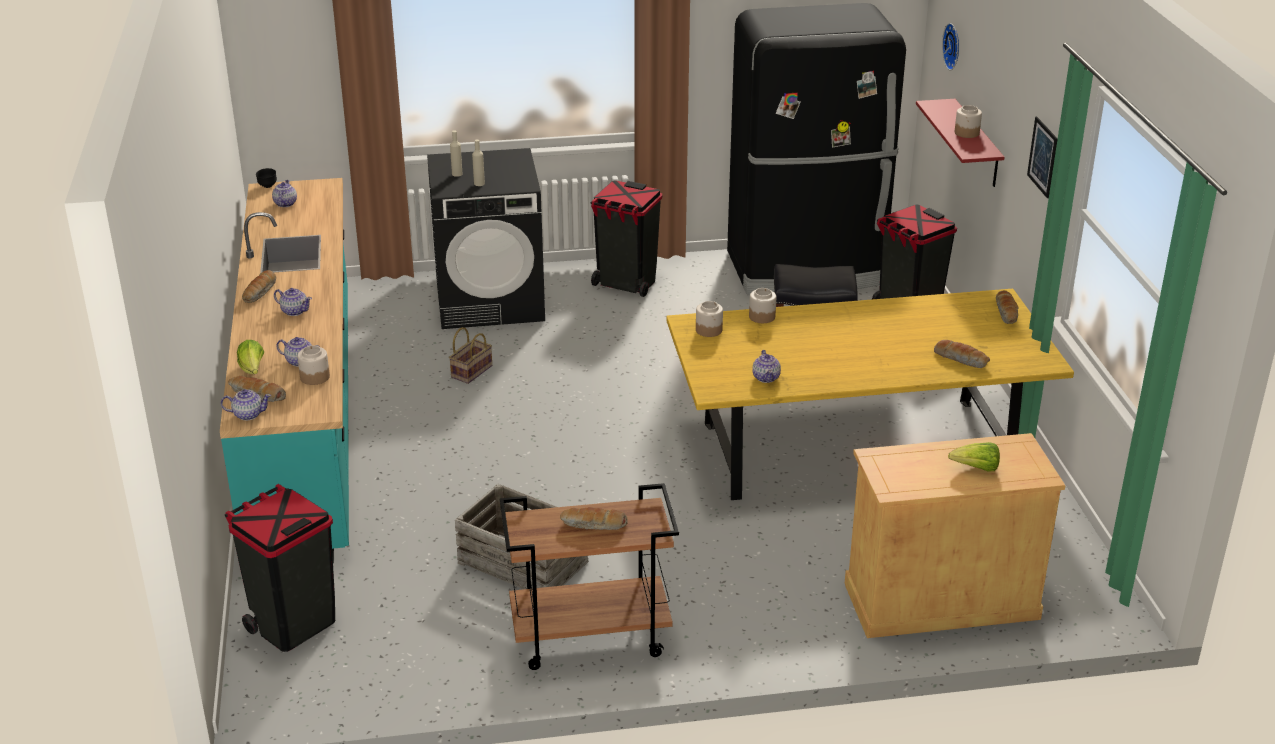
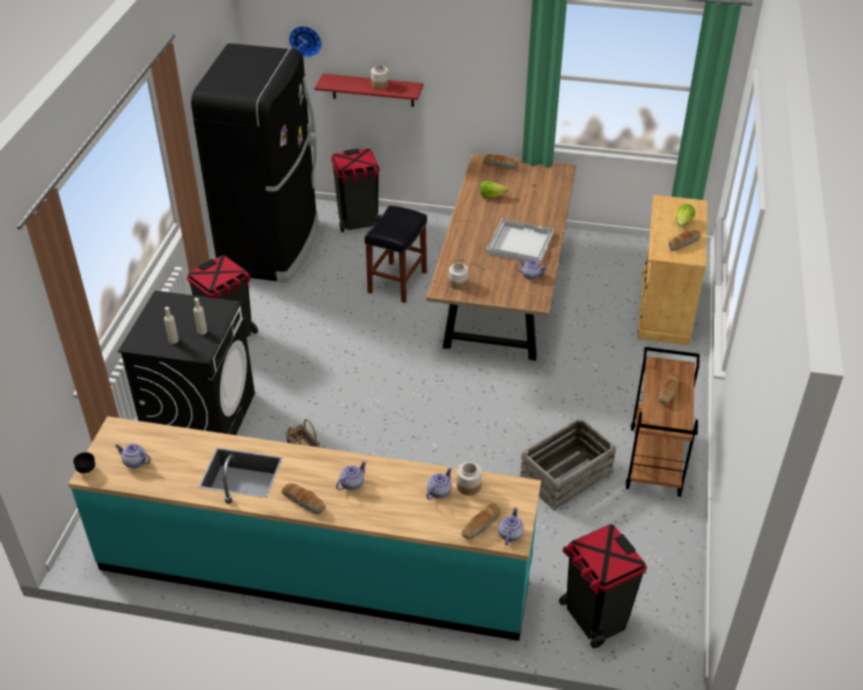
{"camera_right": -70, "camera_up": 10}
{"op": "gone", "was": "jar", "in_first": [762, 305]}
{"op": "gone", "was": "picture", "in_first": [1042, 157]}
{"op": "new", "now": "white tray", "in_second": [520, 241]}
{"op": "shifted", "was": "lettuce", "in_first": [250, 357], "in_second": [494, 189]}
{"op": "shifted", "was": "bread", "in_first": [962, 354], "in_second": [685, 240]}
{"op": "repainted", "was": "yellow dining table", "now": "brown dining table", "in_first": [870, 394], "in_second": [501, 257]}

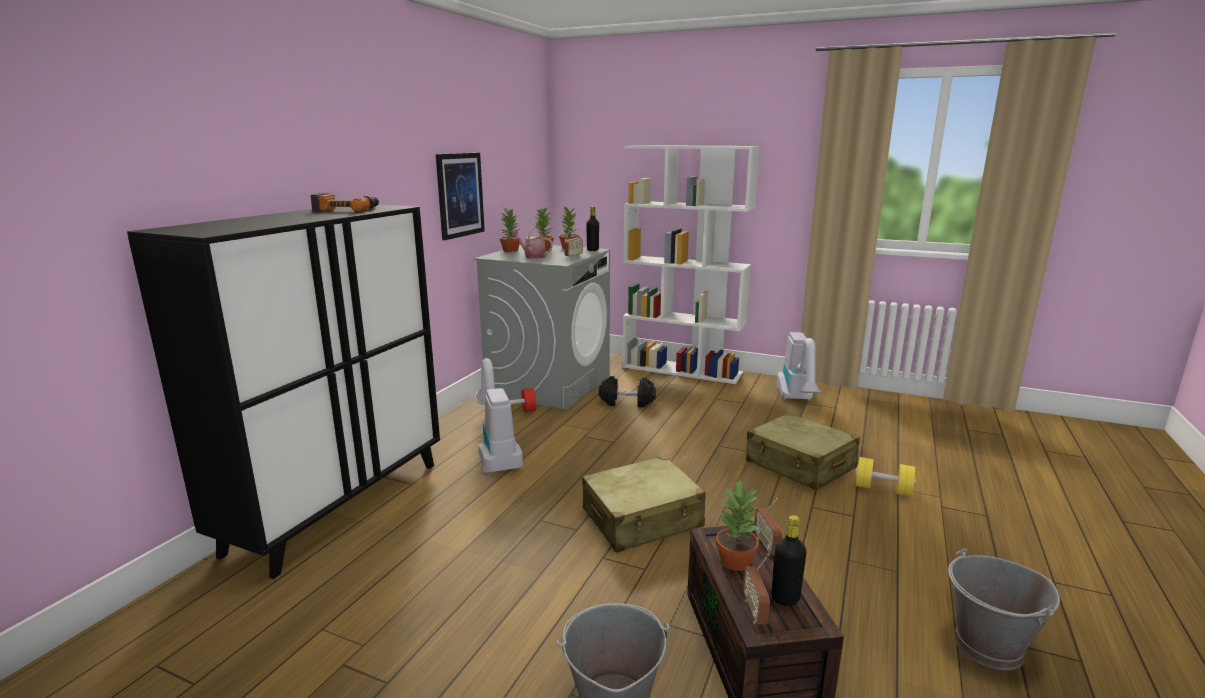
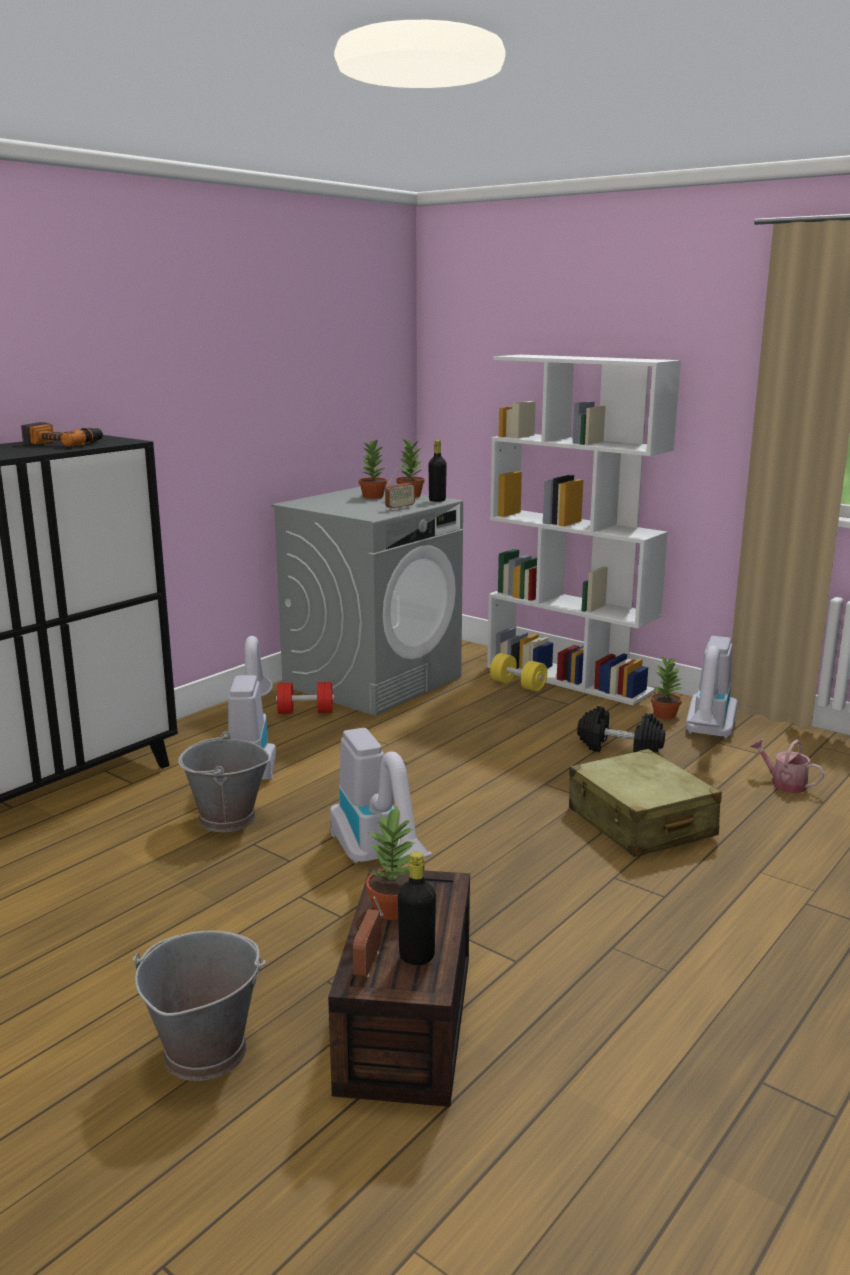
{"camera_right": 15, "camera_up": 0}
{"op": "gone", "was": "picture", "in_first": [460, 196]}
{"op": "gone", "was": "radio", "in_first": [768, 527]}
{"op": "shifted", "was": "potted plant", "in_first": [510, 229], "in_second": [666, 687]}
{"op": "shifted", "was": "watering can", "in_first": [532, 242], "in_second": [787, 766]}
{"op": "shifted", "was": "black dumbbell", "in_first": [627, 391], "in_second": [621, 729]}
{"op": "shifted", "was": "yellow dumbbell", "in_first": [885, 477], "in_second": [518, 672]}
{"op": "shifted", "was": "grey bucket", "in_first": [1004, 609], "in_second": [224, 781]}
{"op": "swapped", "was": "beige suitcase", "now": "vacuum cleaner", "in_first": [644, 504], "in_second": [381, 796]}

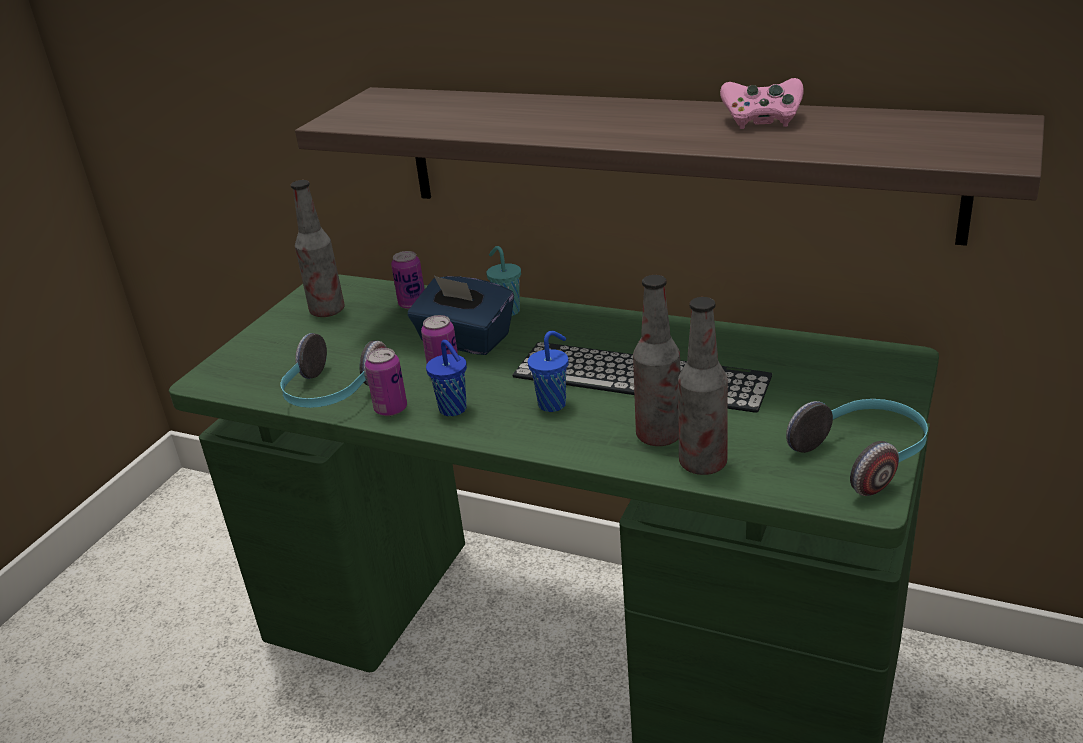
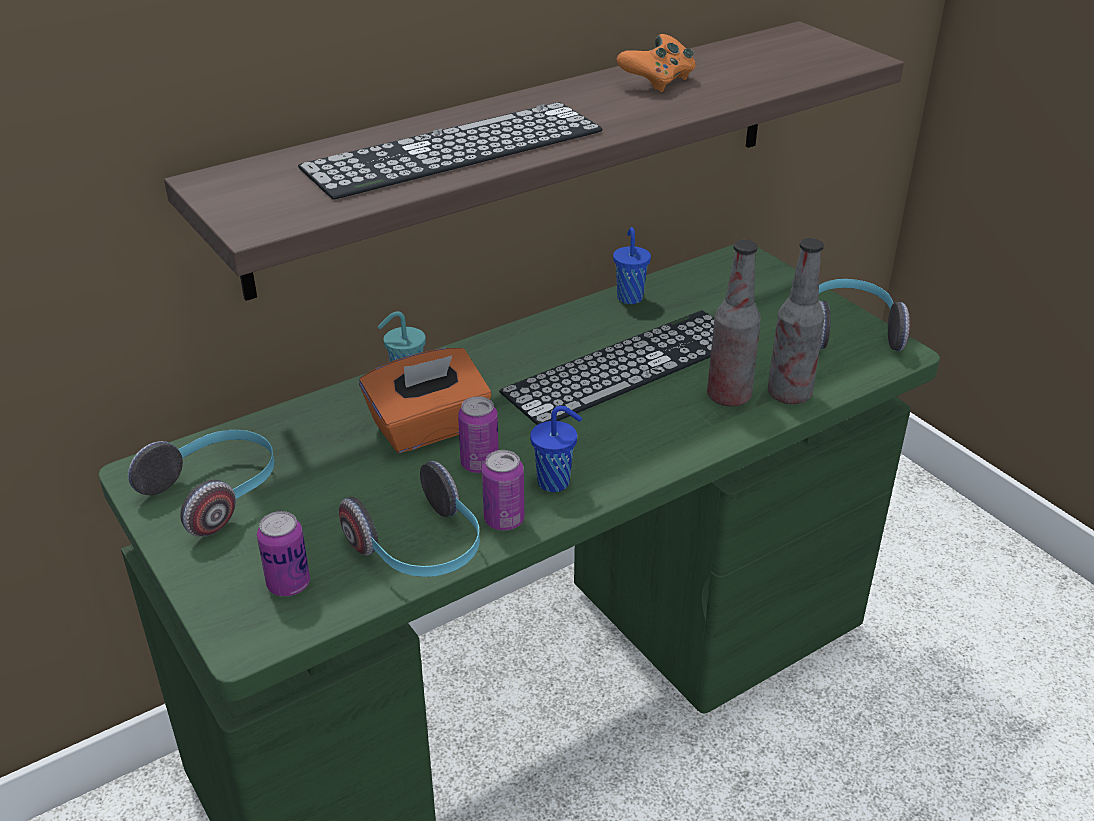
{"camera_right": -60, "camera_up": 5}
{"op": "new", "now": "keyboard", "in_second": [450, 151]}
{"op": "shifted", "was": "can", "in_first": [408, 280], "in_second": [283, 554]}
{"op": "shifted", "was": "blue cup", "in_first": [548, 371], "in_second": [632, 265]}
{"op": "swapped", "was": "bottle", "now": "headphones", "in_first": [318, 248], "in_second": [201, 483]}
{"op": "repainted", "was": "blue tissue box", "now": "orange tissue box", "in_first": [461, 315], "in_second": [425, 400]}
{"op": "repainted", "was": "pink game controller", "now": "orange game controller", "in_first": [761, 103], "in_second": [656, 63]}

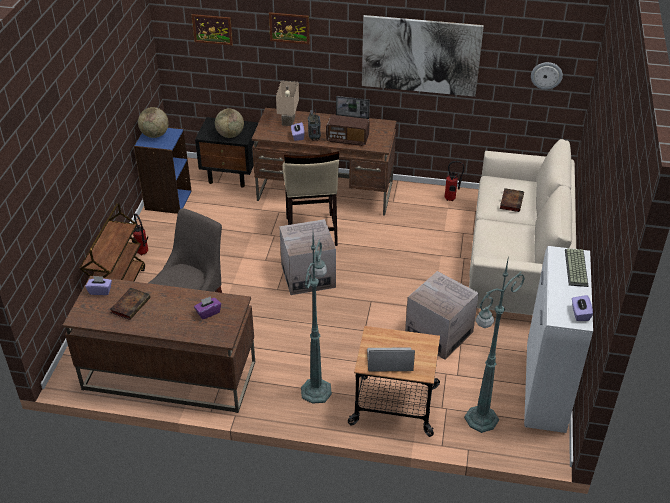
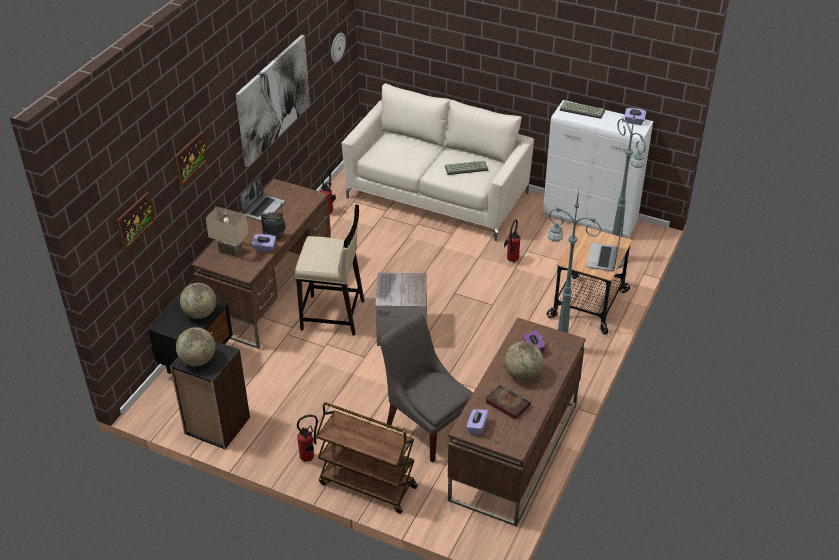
{"camera_right": -75, "camera_up": 0}
{"op": "gone", "was": "radio", "in_first": [347, 130]}
{"op": "gone", "was": "book", "in_first": [512, 200]}
{"op": "new", "now": "keyboard", "in_second": [466, 168]}
{"op": "new", "now": "globe", "in_second": [523, 361]}
{"op": "swapped", "was": "cardboard box", "now": "fire extinguisher", "in_first": [442, 315], "in_second": [512, 241]}
{"op": "repainted", "was": "blue bookcase", "now": "black bookcase", "in_first": [163, 170], "in_second": [210, 395]}

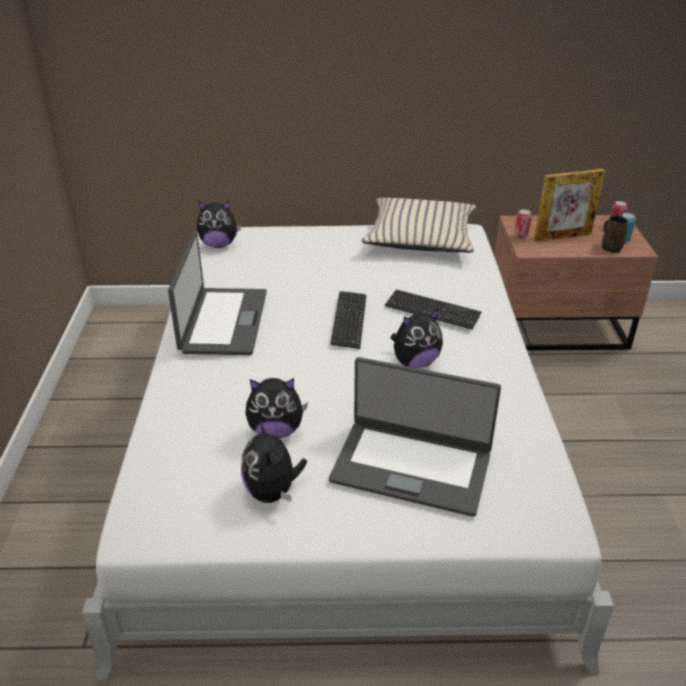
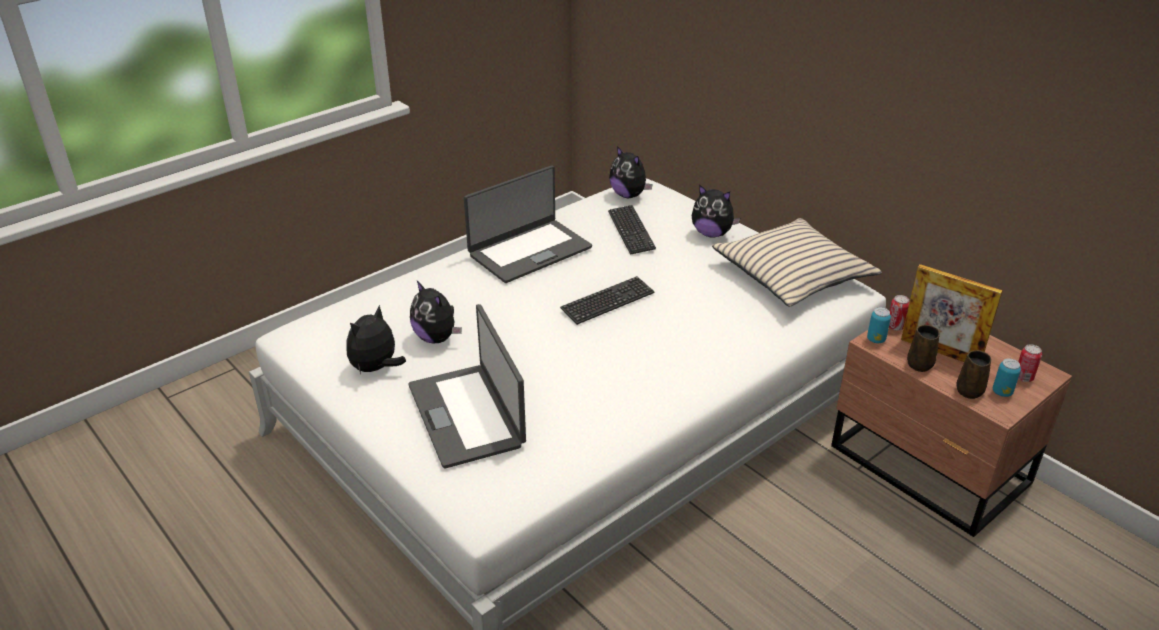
{"camera_right": 50, "camera_up": 0}
{"op": "new", "now": "can", "in_second": [879, 325]}
{"op": "new", "now": "brown mug", "in_second": [923, 348]}
{"op": "shifted", "was": "keyboard", "in_first": [433, 309], "in_second": [632, 230]}
{"op": "shifted", "was": "plush toy", "in_first": [416, 338], "in_second": [716, 211]}

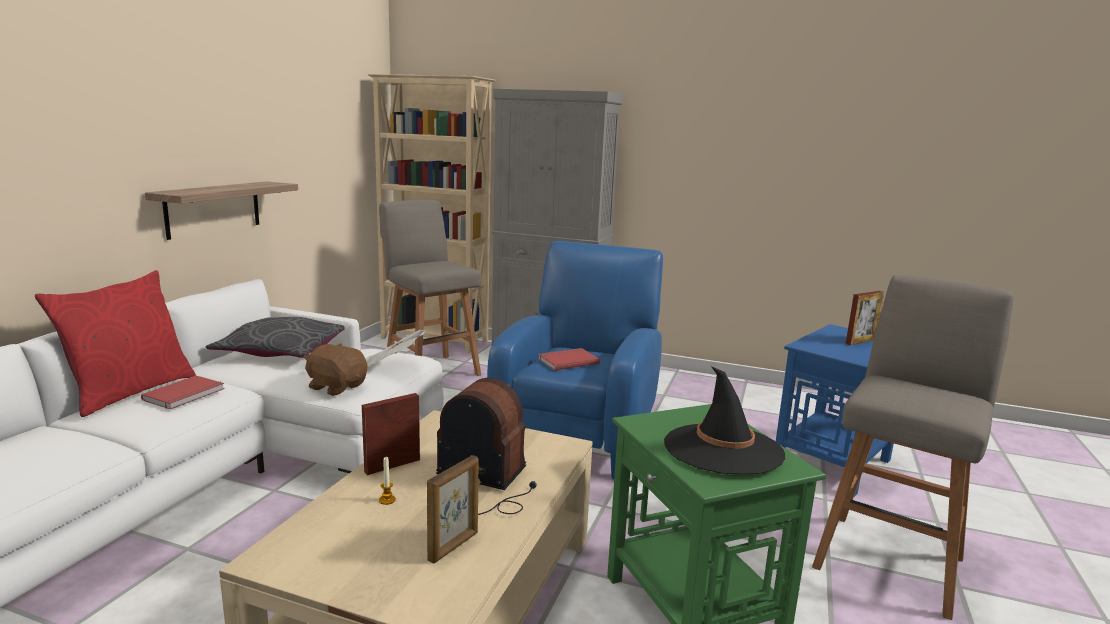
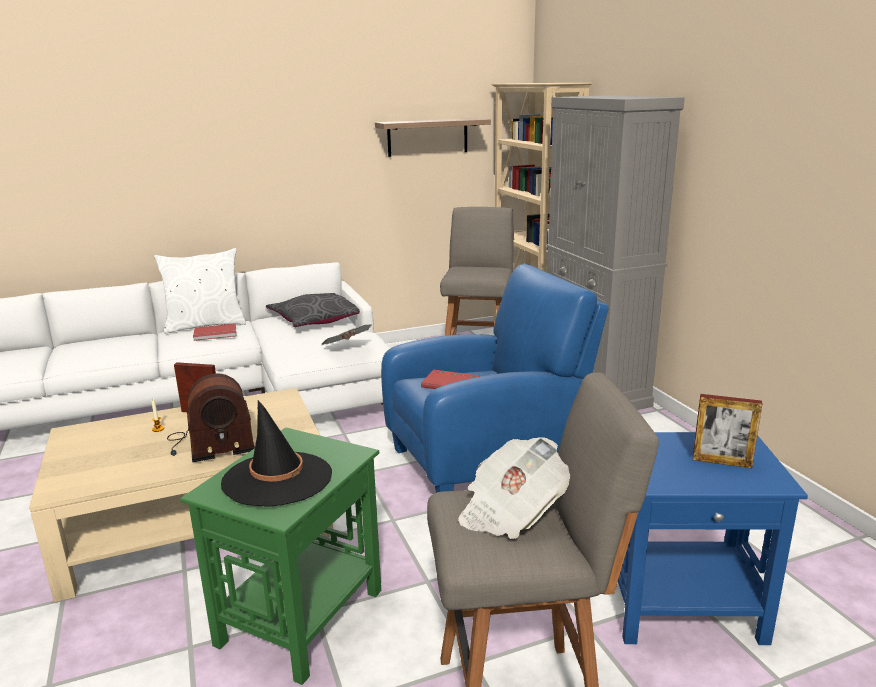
{"camera_right": 50, "camera_up": 5}
{"op": "gone", "was": "brown plush toy", "in_first": [335, 369]}
{"op": "gone", "was": "picture frame", "in_first": [452, 509]}
{"op": "new", "now": "newspaper", "in_second": [514, 488]}
{"op": "shifted", "was": "shelf", "in_first": [221, 210], "in_second": [433, 137]}
{"op": "repainted", "was": "red pillow", "now": "white pillow", "in_first": [115, 343], "in_second": [200, 291]}
{"op": "rotated", "was": "radio", "in_first": [486, 446], "in_second": [211, 417], "clockwise": 90}

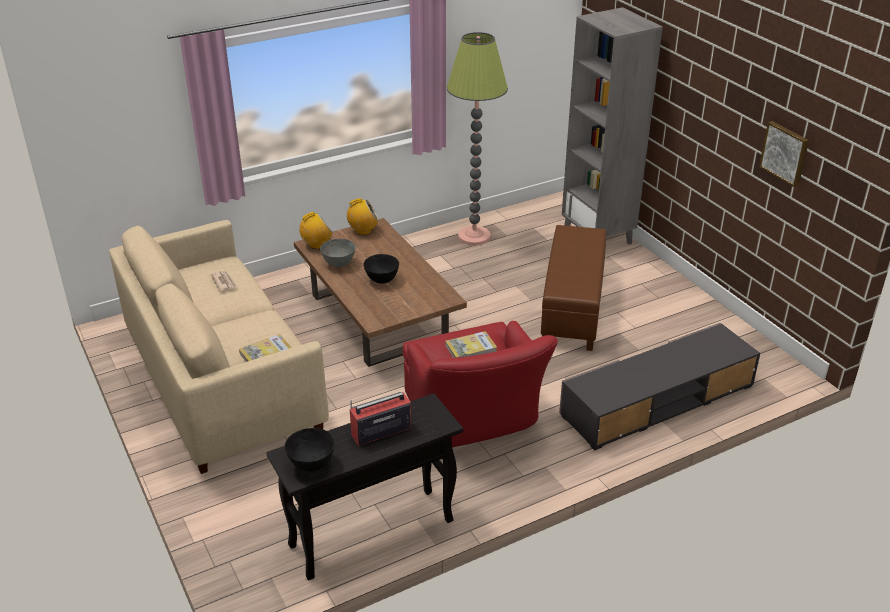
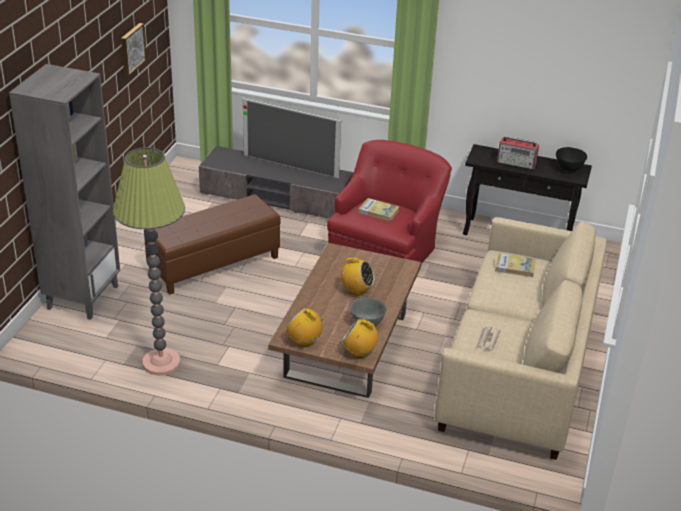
{"camera_right": -135, "camera_up": 0}
{"op": "new", "now": "television", "in_second": [292, 138]}
{"op": "swapped", "was": "black bowl", "now": "radio", "in_first": [381, 269], "in_second": [356, 276]}

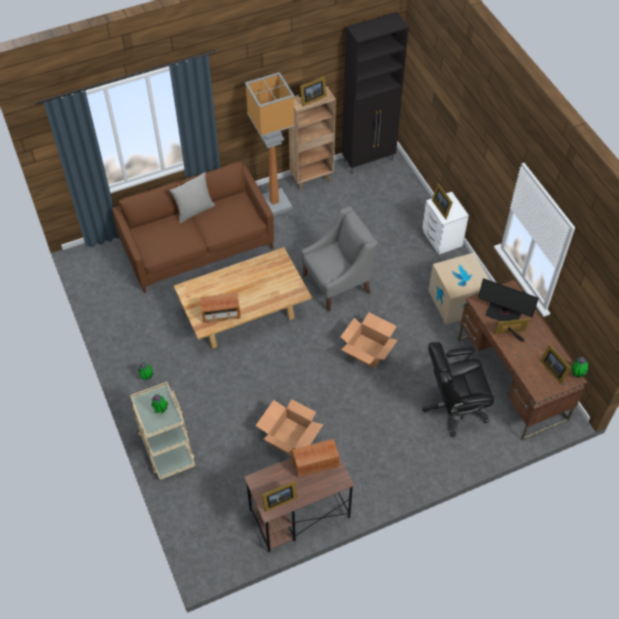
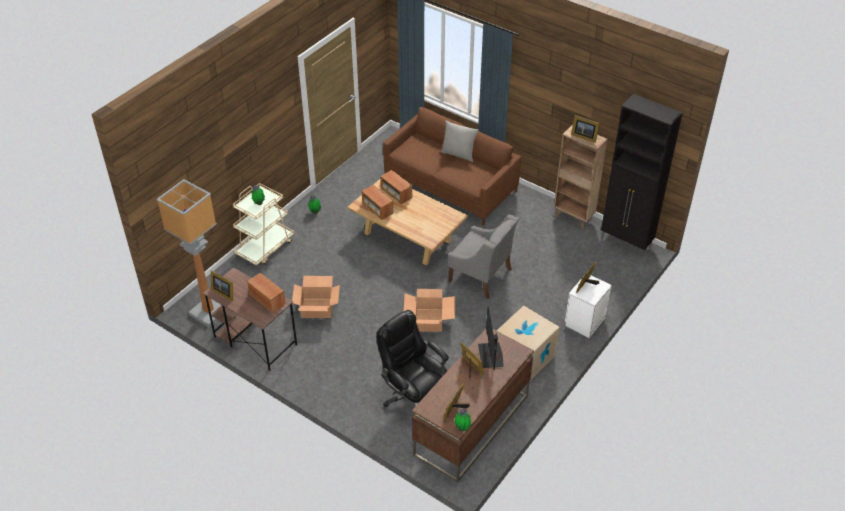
{"camera_right": 60, "camera_up": -10}
{"op": "new", "now": "radio", "in_second": [396, 187]}
{"op": "shifted", "was": "floor lamp", "in_first": [270, 144], "in_second": [188, 253]}

